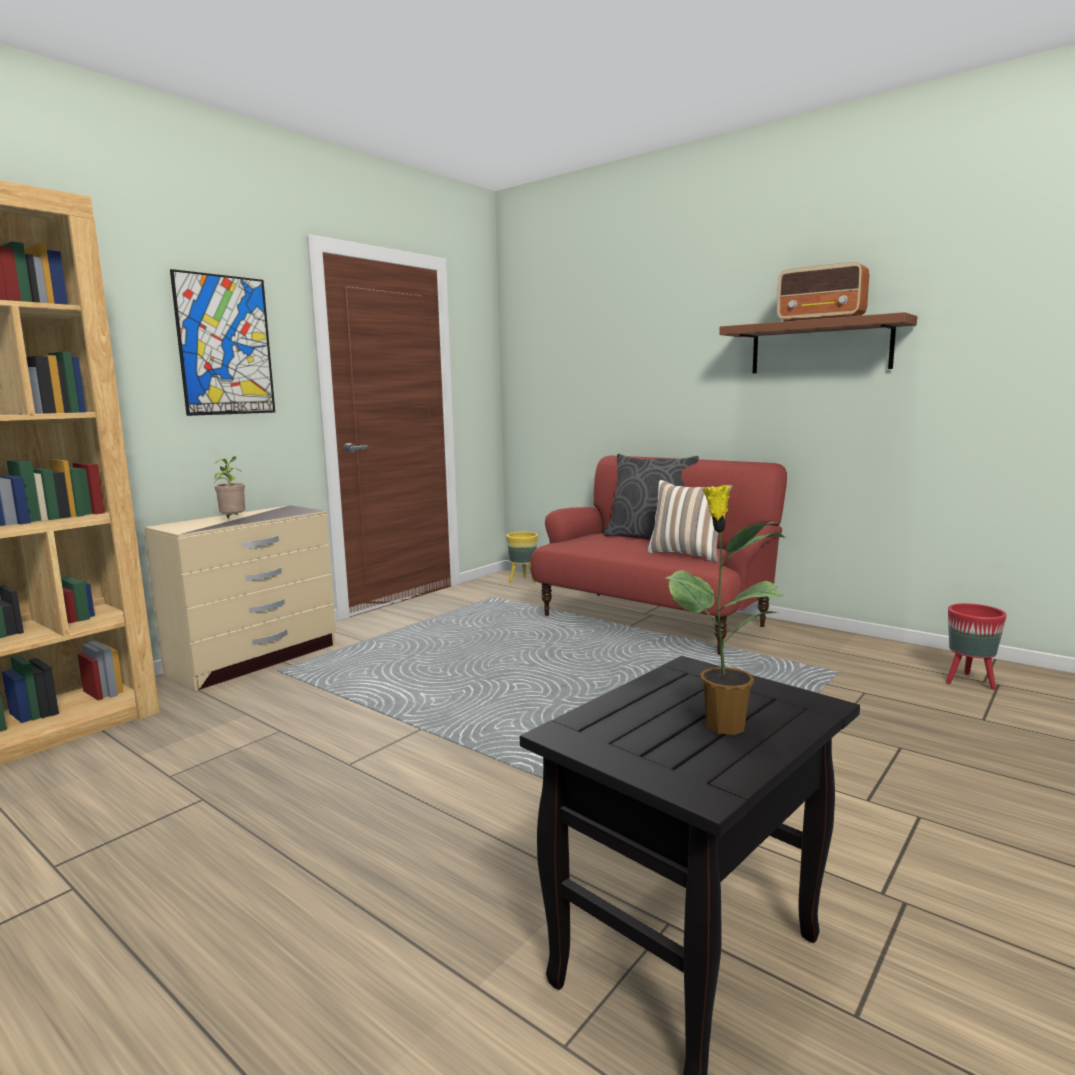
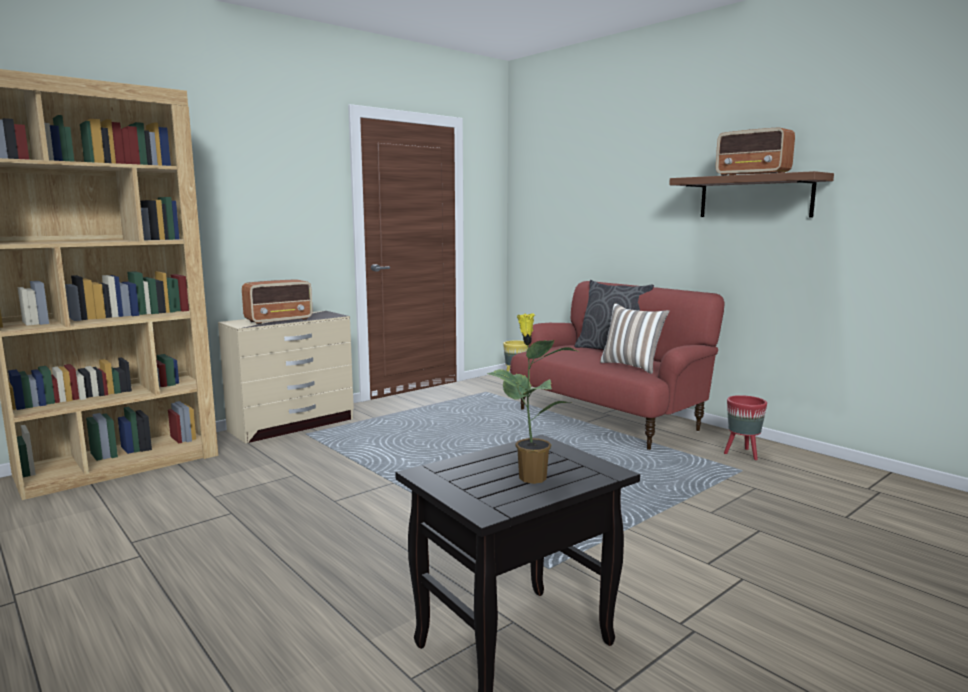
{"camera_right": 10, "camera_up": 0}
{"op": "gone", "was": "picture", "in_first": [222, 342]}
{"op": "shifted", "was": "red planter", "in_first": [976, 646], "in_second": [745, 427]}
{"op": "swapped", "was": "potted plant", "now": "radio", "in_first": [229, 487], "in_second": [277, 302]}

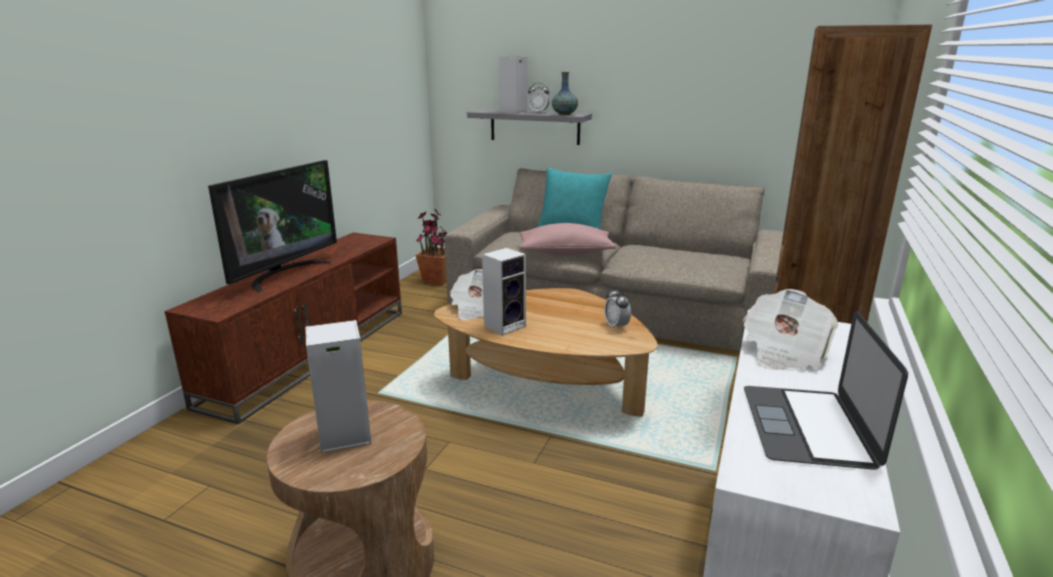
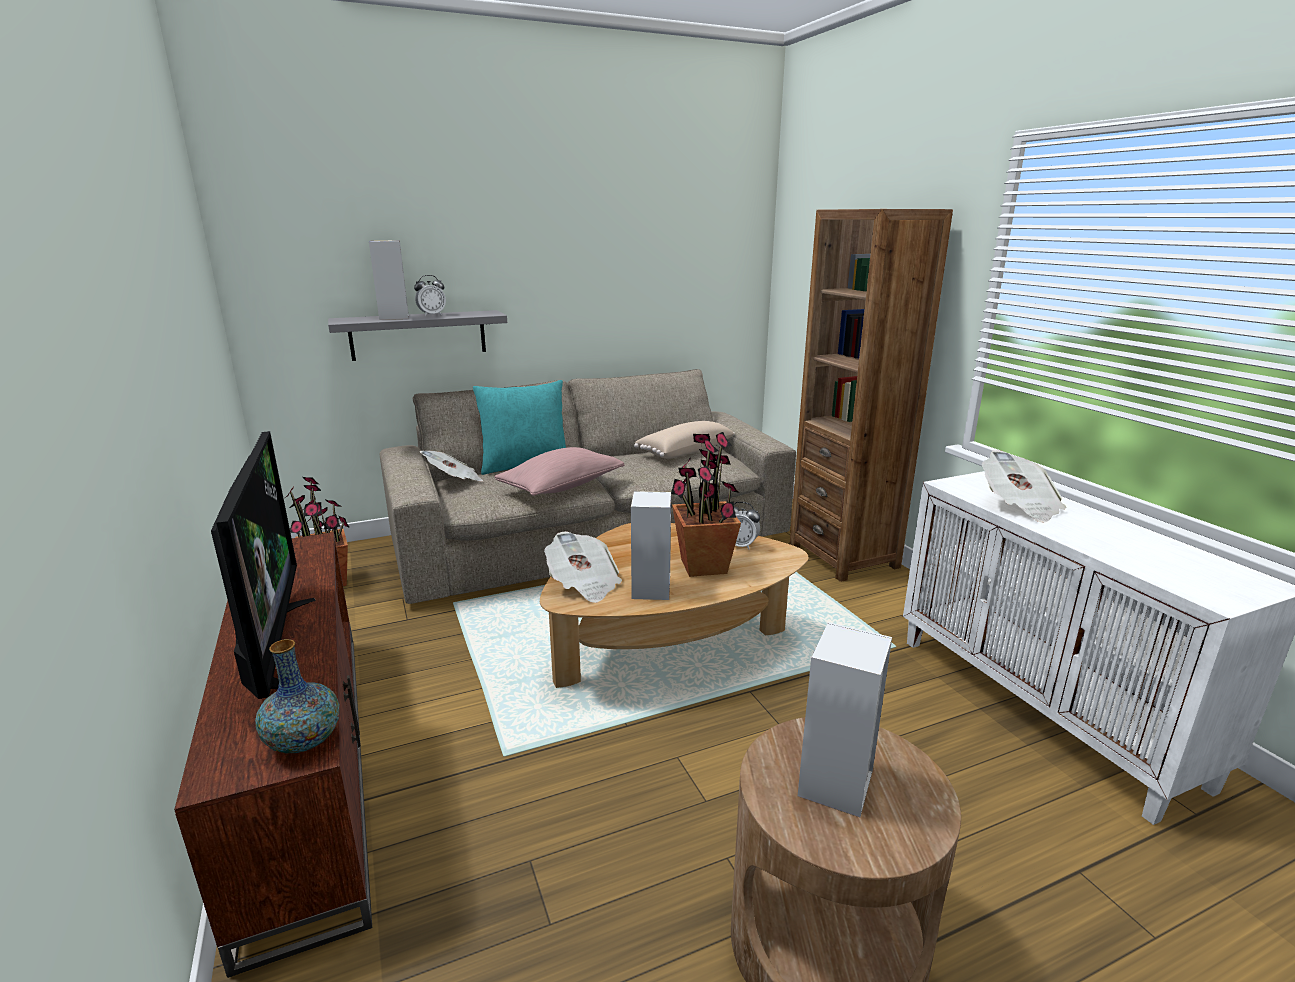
{"camera_right": -45, "camera_up": 0}
{"op": "gone", "was": "laptop", "in_first": [826, 390]}
{"op": "new", "now": "newspaper", "in_second": [451, 466]}
{"op": "new", "now": "beige pillow", "in_second": [684, 440]}
{"op": "new", "now": "potted plant", "in_second": [706, 504]}
{"op": "shifted", "was": "vase", "in_first": [565, 93], "in_second": [297, 696]}

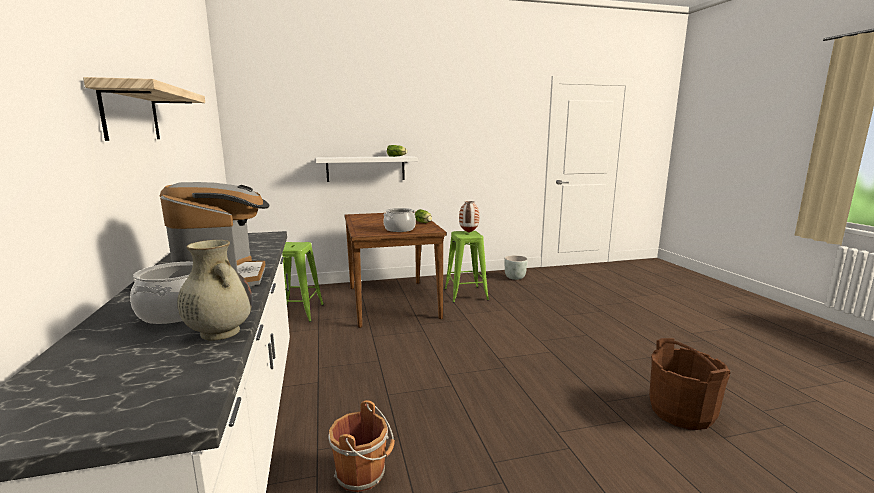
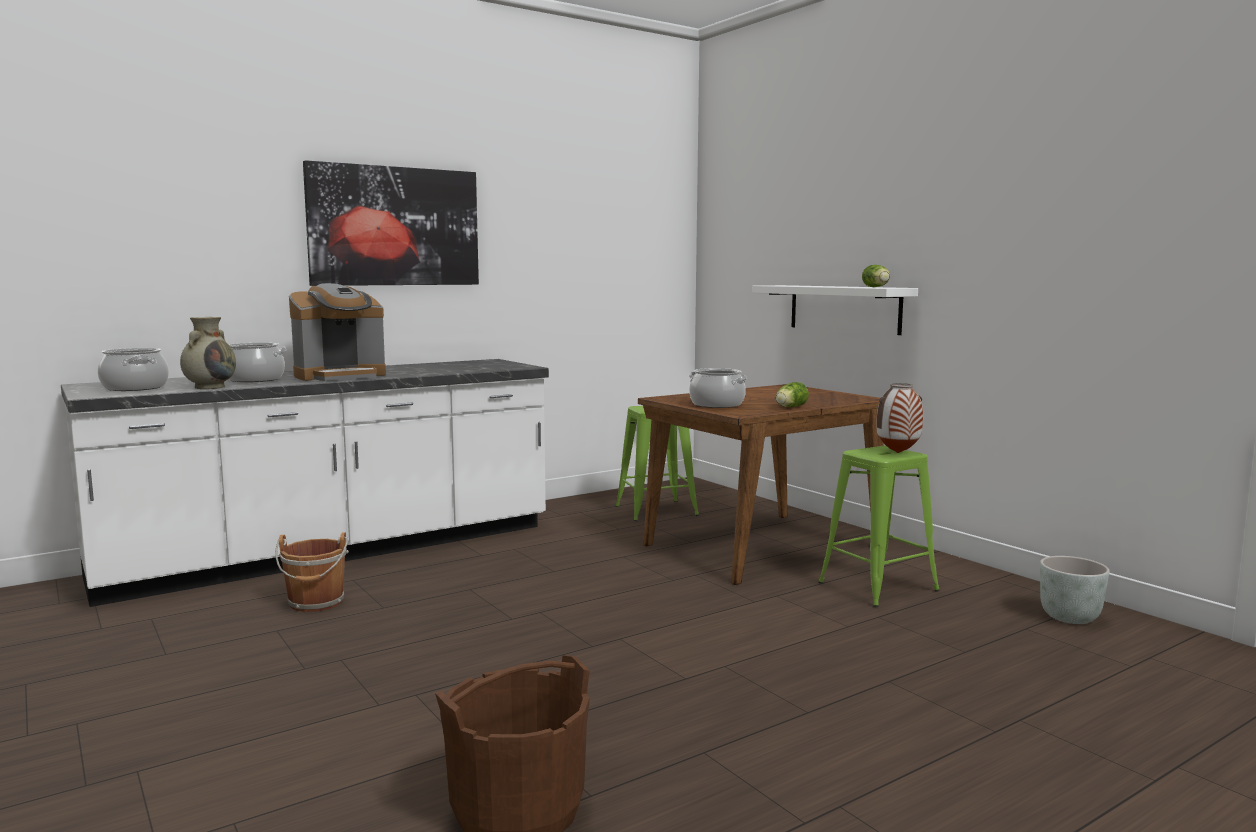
{"camera_right": 70, "camera_up": -5}
{"op": "new", "now": "cooking pot", "in_second": [133, 369]}
{"op": "swapped", "was": "shelf", "now": "picture", "in_first": [144, 109], "in_second": [391, 223]}

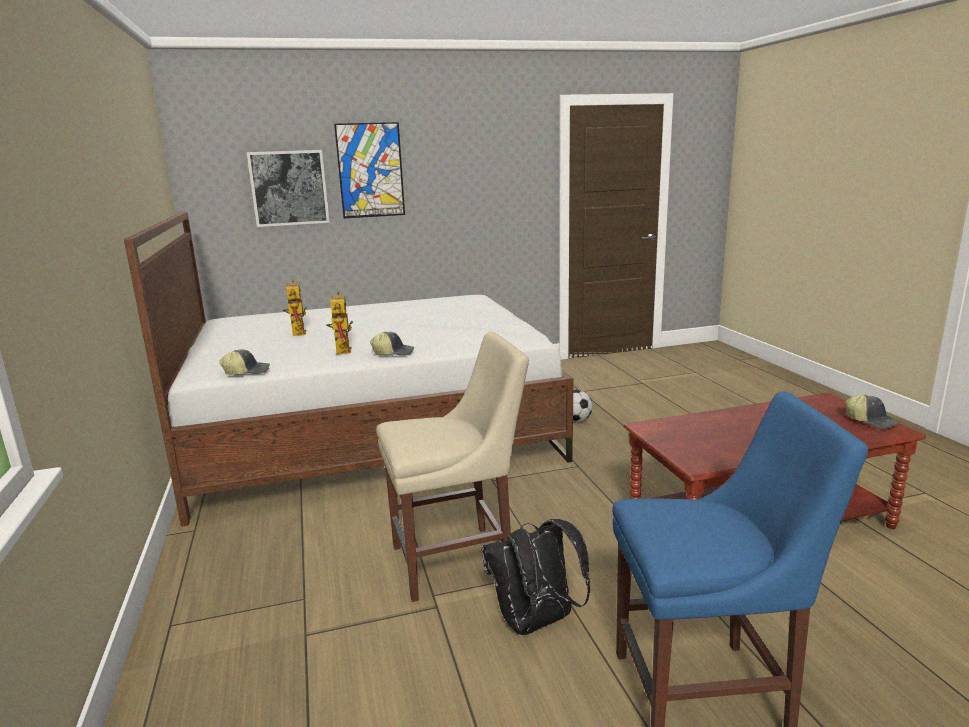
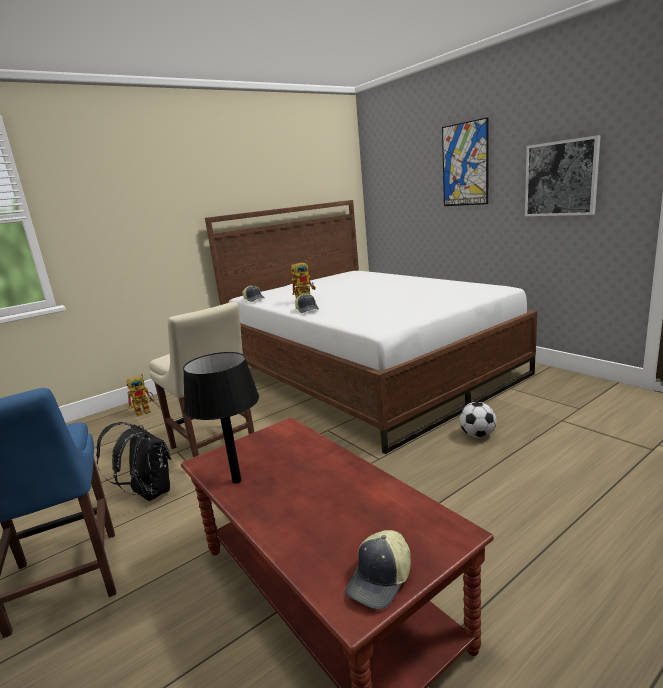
{"camera_right": 70, "camera_up": 0}
{"op": "new", "now": "black table lamp", "in_second": [221, 417]}
{"op": "shifted", "was": "picture", "in_first": [288, 188], "in_second": [563, 175]}
{"op": "shifted", "was": "toy robot", "in_first": [295, 308], "in_second": [140, 395]}

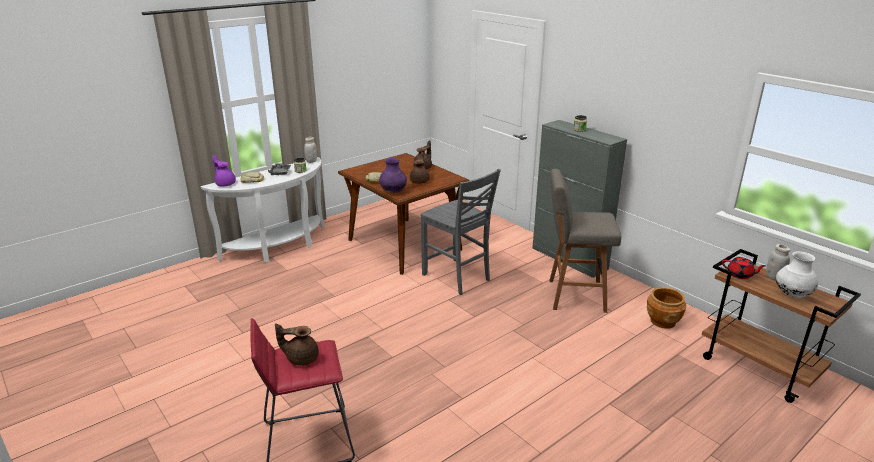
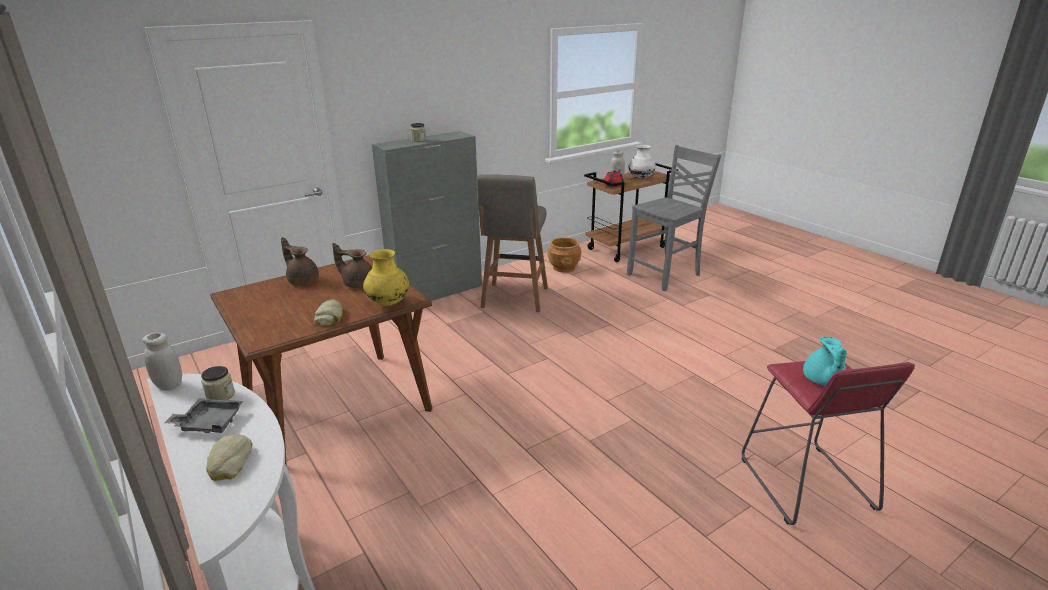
{"camera_right": -85, "camera_up": 0}
{"op": "gone", "was": "purple teapot", "in_first": [224, 171]}
{"op": "shifted", "was": "grey chair", "in_first": [461, 232], "in_second": [674, 218]}
{"op": "repainted", "was": "brown teapot", "now": "turquoise teapot", "in_first": [297, 344], "in_second": [825, 361]}
{"op": "repainted", "was": "purple vase", "now": "yellow vase", "in_first": [393, 175], "in_second": [386, 277]}

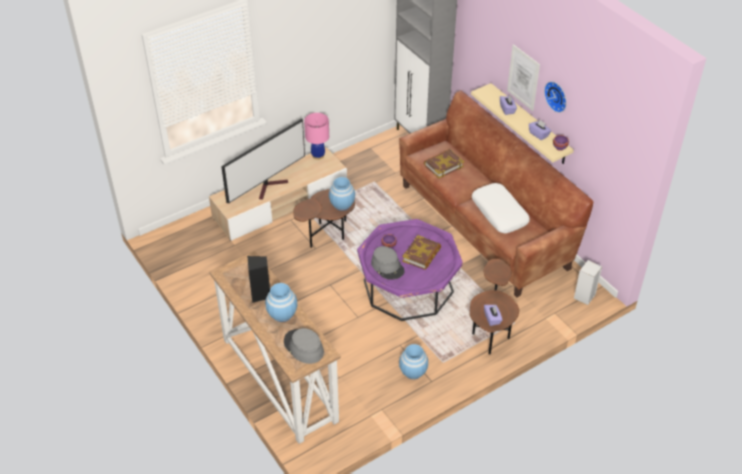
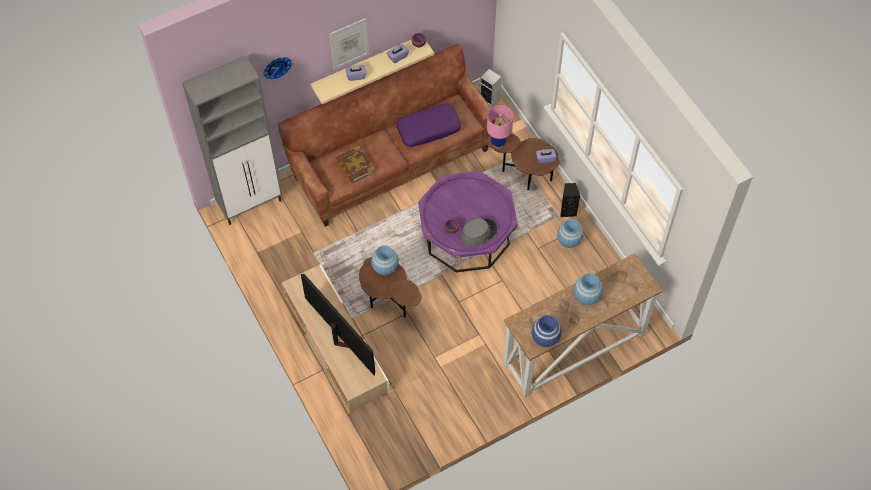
{"camera_right": -85, "camera_up": 15}
{"op": "gone", "was": "grey hat", "in_first": [304, 346]}
{"op": "gone", "was": "book", "in_first": [421, 252]}
{"op": "new", "now": "blue vase", "in_second": [547, 331]}
{"op": "shifted", "was": "black speaker", "in_first": [258, 279], "in_second": [570, 200]}
{"op": "shifted", "was": "pink table lamp", "in_first": [316, 136], "in_second": [500, 127]}
{"op": "shifted", "was": "wall clock", "in_first": [555, 97], "in_second": [277, 68]}
{"op": "repainted", "was": "white pillow", "now": "purple pillow", "in_first": [501, 208], "in_second": [428, 125]}

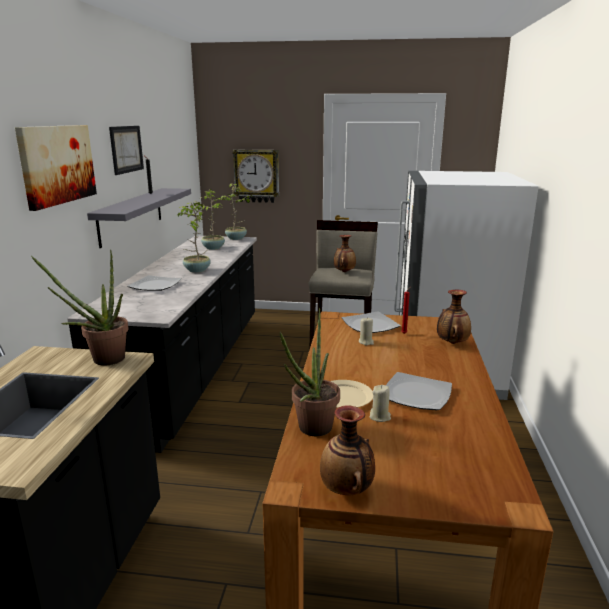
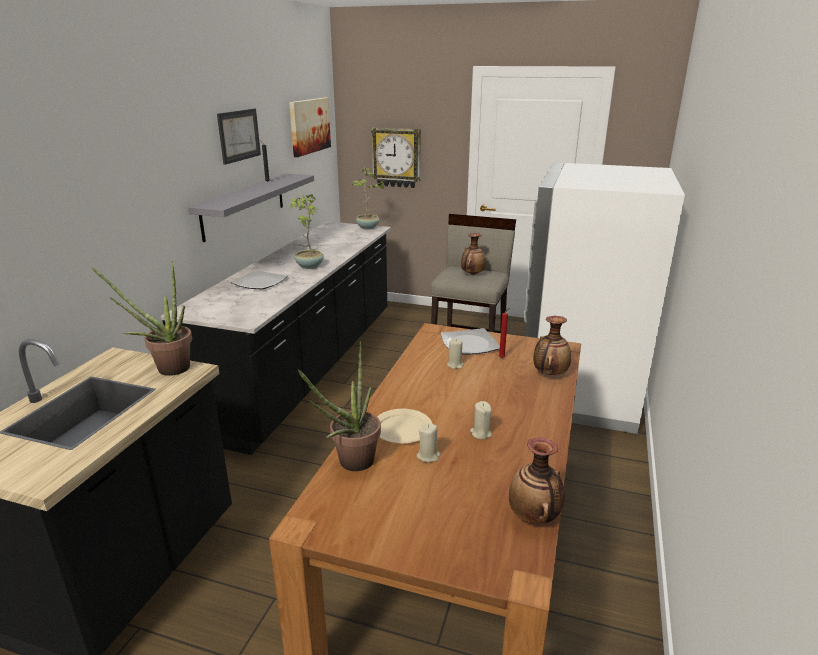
{"camera_right": 10, "camera_up": 5}
{"op": "gone", "was": "potted plant", "in_first": [208, 219]}
{"op": "shifted", "was": "picture", "in_first": [56, 168], "in_second": [310, 127]}
{"op": "shifted", "was": "vase", "in_first": [347, 450], "in_second": [536, 480]}
{"op": "swapped", "was": "plate", "now": "beige candle", "in_first": [419, 391], "in_second": [481, 420]}

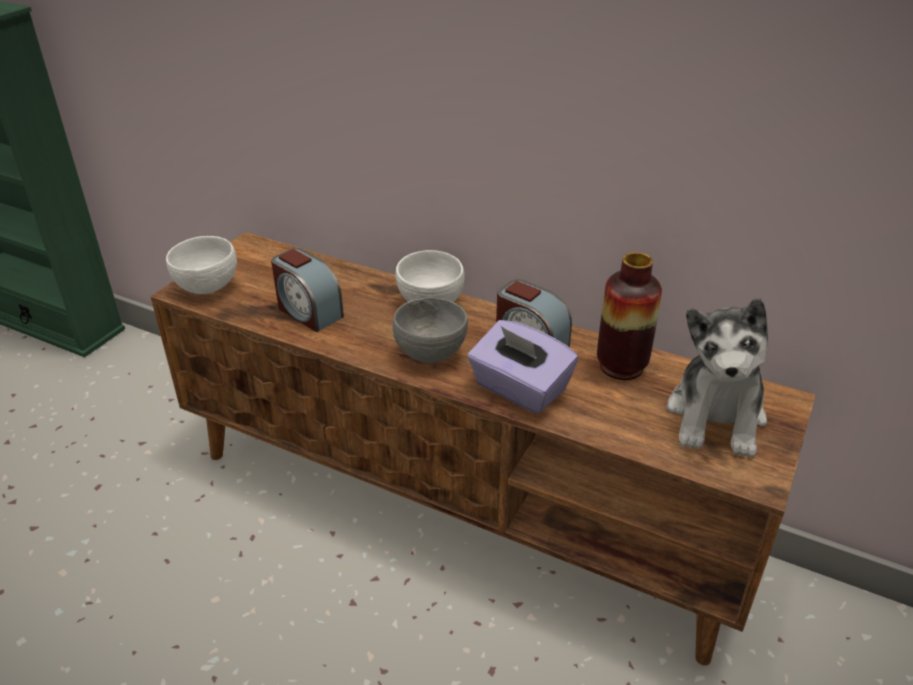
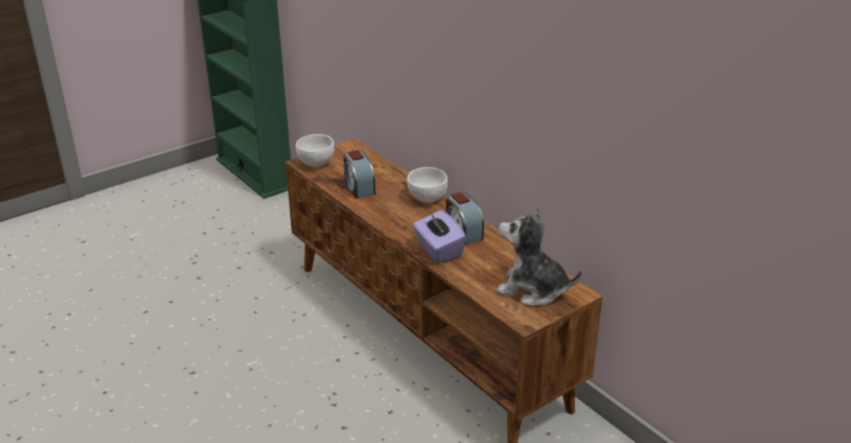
{"camera_right": 25, "camera_up": -5}
{"op": "gone", "was": "grey bowl", "in_first": [430, 330]}
{"op": "gone", "was": "vase", "in_first": [629, 316]}
{"op": "rotated", "was": "plush toy", "in_first": [717, 378], "in_second": [539, 257], "clockwise": 75}

